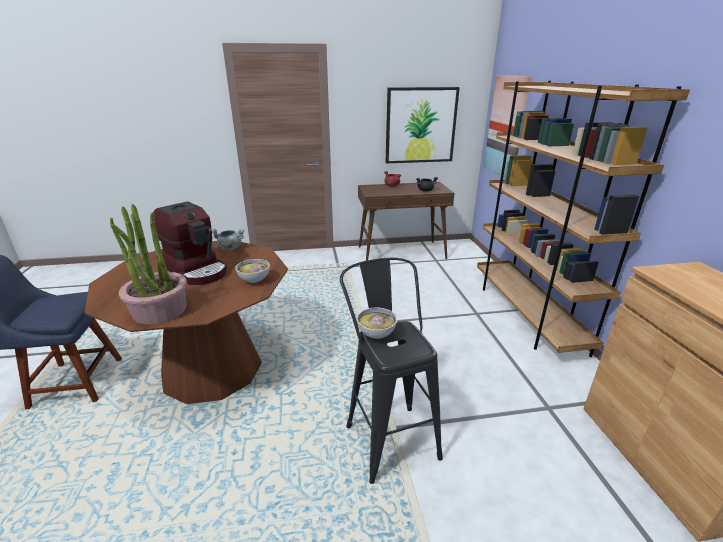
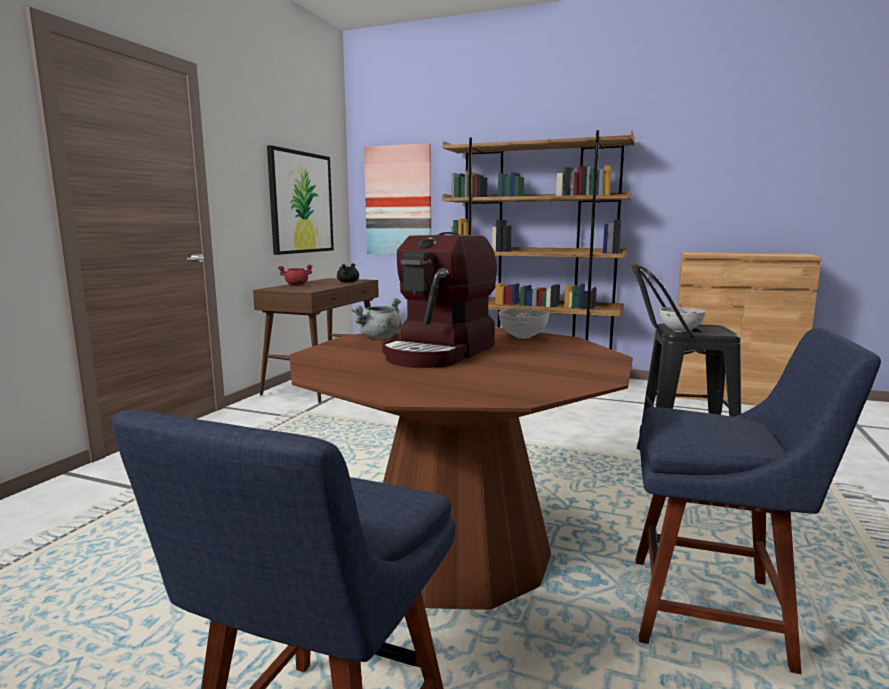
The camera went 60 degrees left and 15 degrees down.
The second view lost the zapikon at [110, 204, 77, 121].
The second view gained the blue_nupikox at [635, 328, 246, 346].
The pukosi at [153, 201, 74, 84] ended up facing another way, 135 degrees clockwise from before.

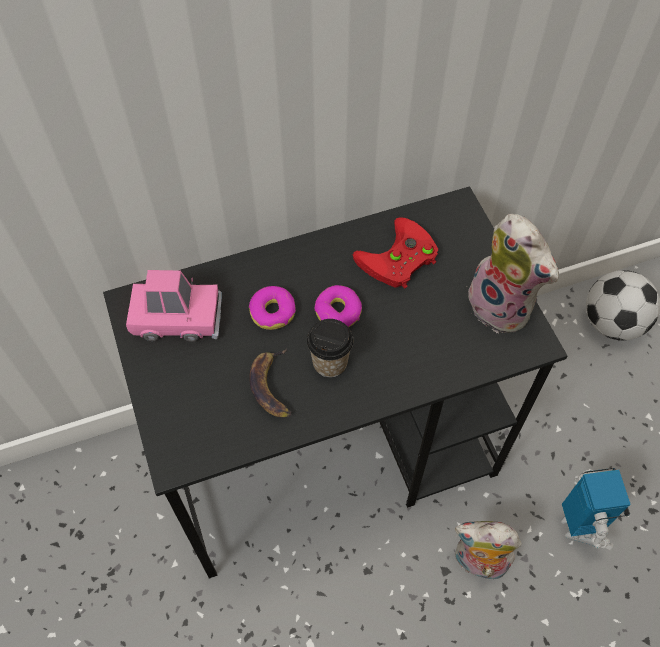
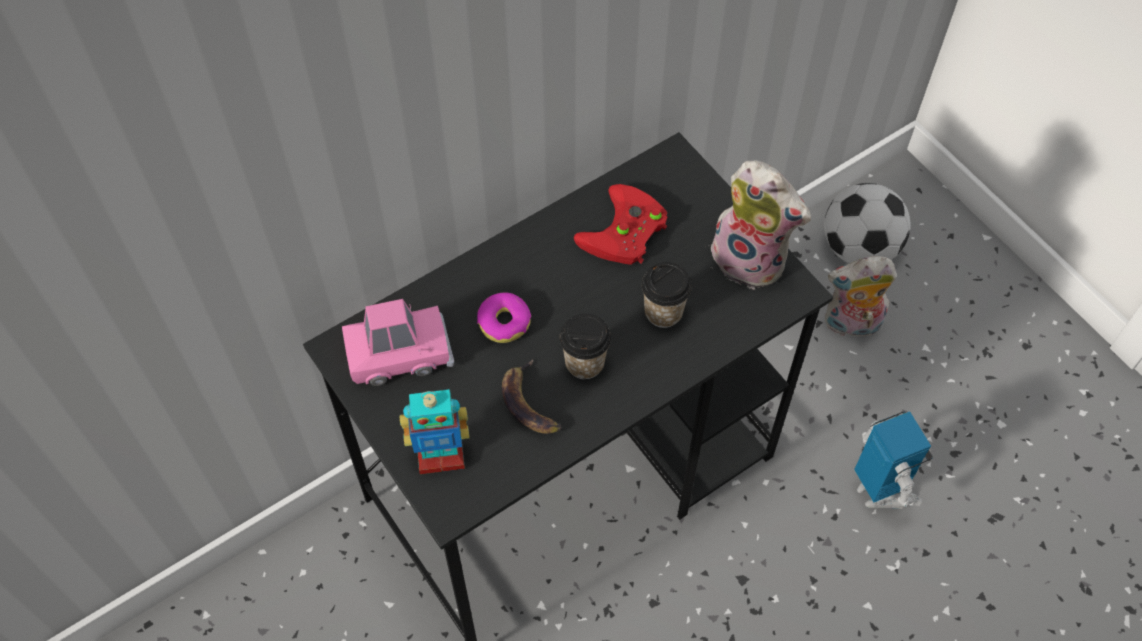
The camera went 15 degrees left and 0 degrees up.
The second view lost the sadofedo at [314, 285, 48, 42].
The second view gained the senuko at [400, 389, 69, 85].
The second view gained the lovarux at [642, 262, 50, 66].
The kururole ended up elsewhere, having gone from [455, 521, 66, 59] to [825, 256, 72, 82].

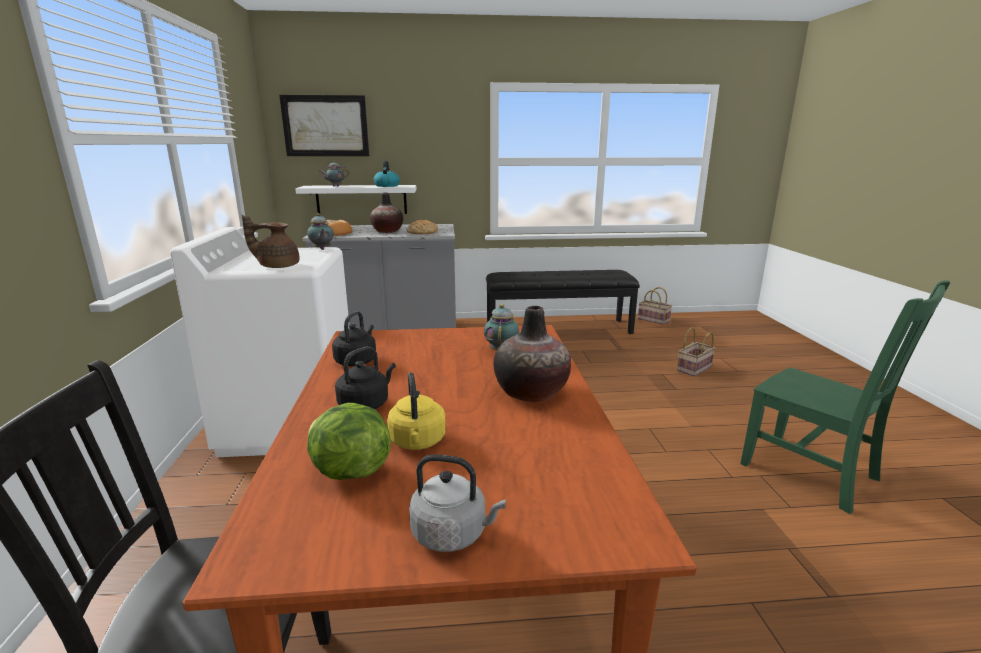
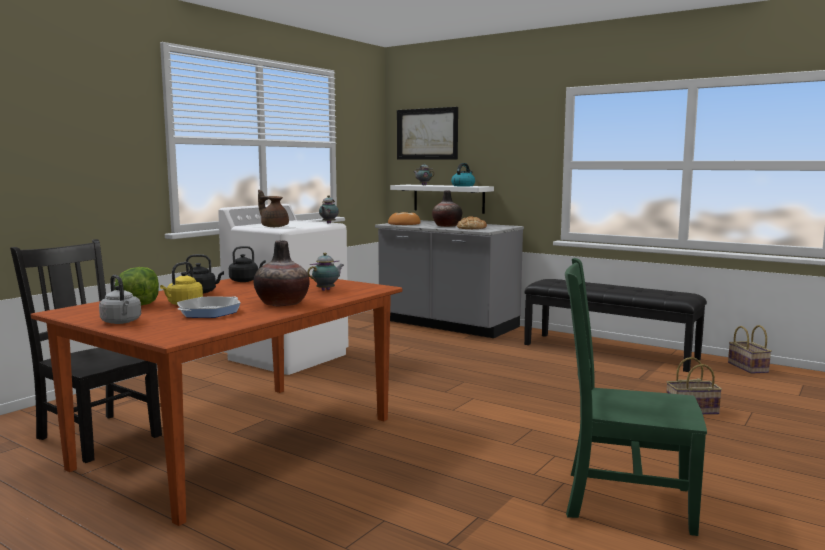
The camera went 40 degrees right and 10 degrees down.
The second view gained the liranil at [177, 297, 64, 21].
The green_nupikox at [740, 280, 210, 234] ended up facing another way, 105 degrees clockwise from before.

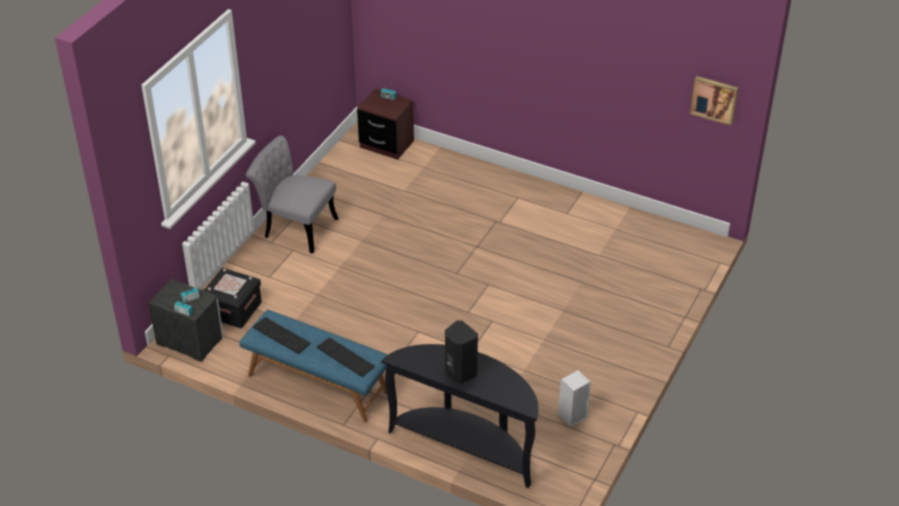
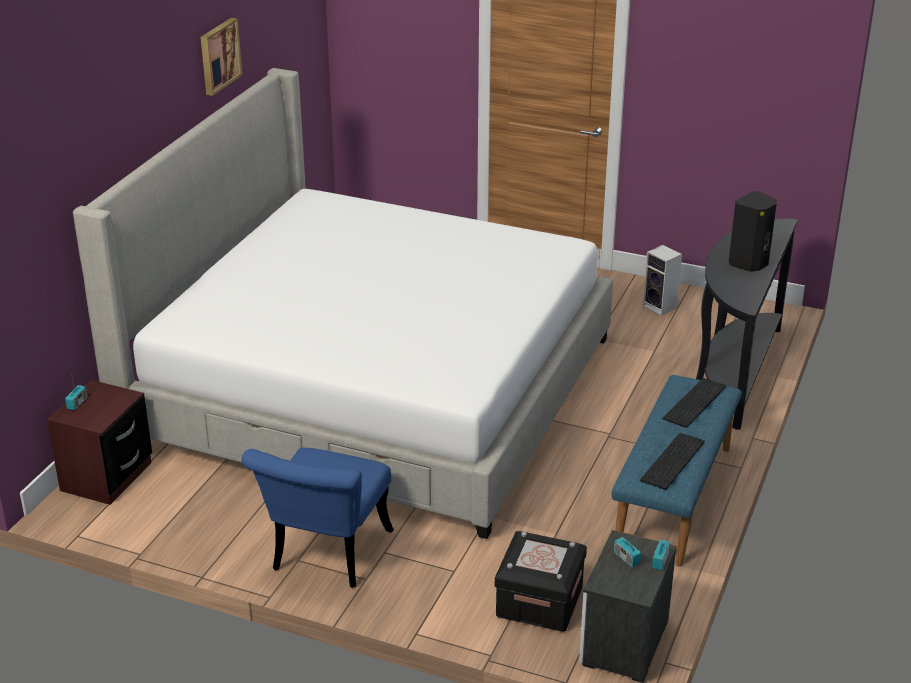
The camera went 95 degrees left and 10 degrees down.
The second view gained the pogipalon at [73, 68, 540, 471].
The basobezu ended up elsewhere, having gone from [690, 76, 48, 50] to [201, 18, 41, 78].
What was the grey_nupikox at [246, 136, 93, 118] turned into the blue_nupikox at [242, 448, 152, 140].

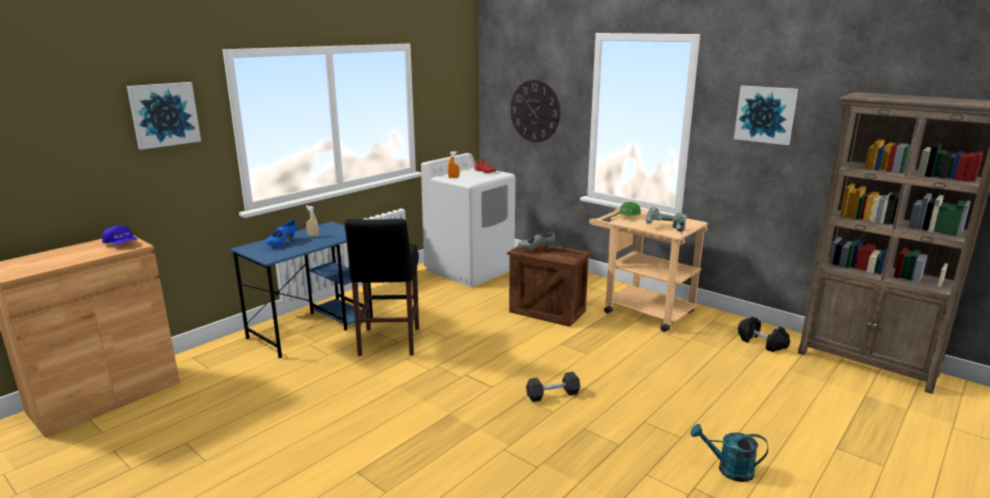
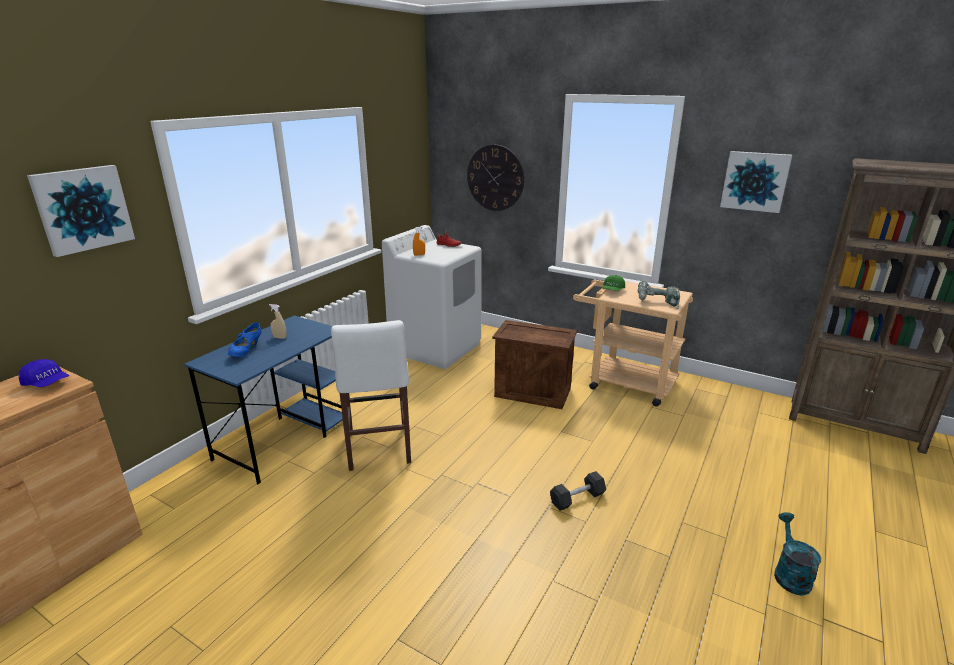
The camera went 10 degrees left and 5 degrees up.
The second view lost the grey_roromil at [518, 232, 37, 19].
The second view lost the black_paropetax at [738, 317, 52, 35].
What was the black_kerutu at [344, 219, 75, 137] turned into the white_kerutu at [331, 320, 80, 151].
The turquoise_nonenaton at [690, 424, 78, 58] ended up facing another way, 90 degrees clockwise from before.

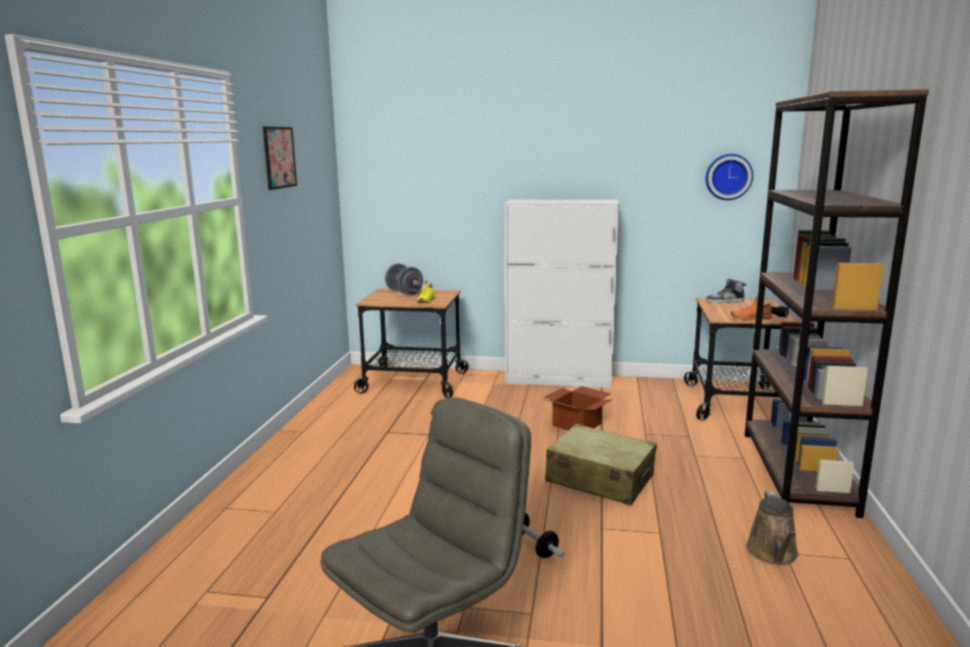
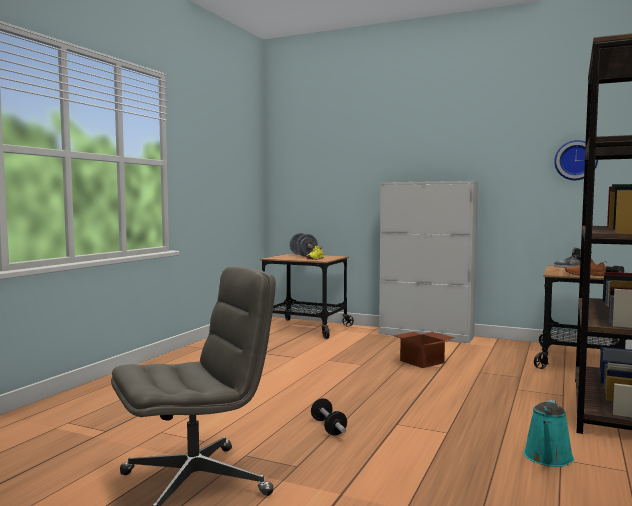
The camera went 15 degrees right and 10 degrees down.
The second view lost the basobezu at [263, 127, 34, 63].
The second view lost the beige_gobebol at [545, 424, 112, 81].
What was the brown_nonenaton at [746, 491, 53, 74] turned into the turquoise_nonenaton at [523, 400, 51, 67].

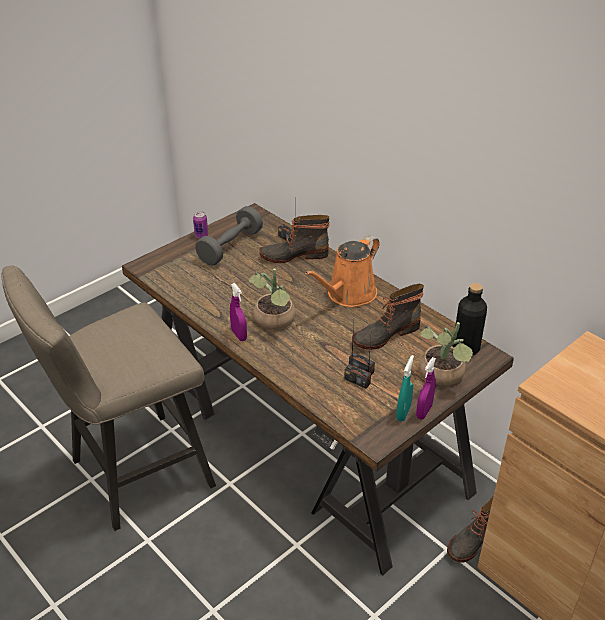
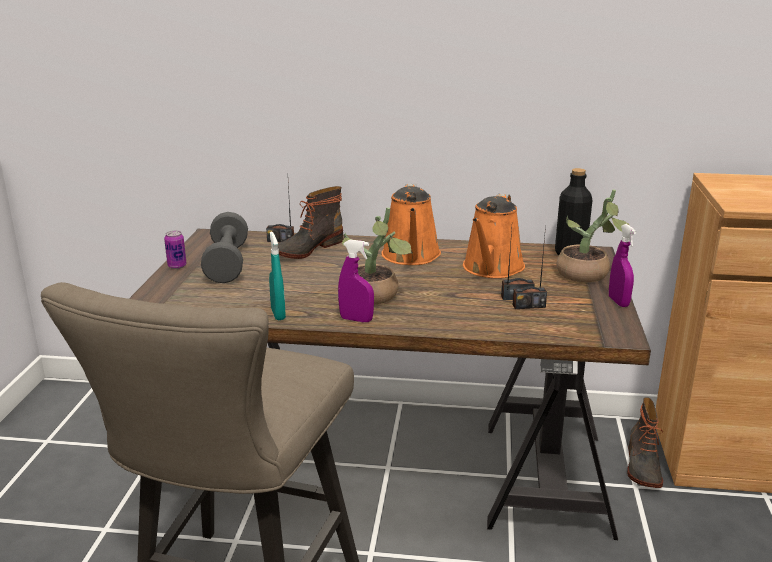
The camera went 40 degrees left and 15 degrees down.
The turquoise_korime ended up elsewhere, having gone from [396, 355, 18, 67] to [269, 232, 17, 89].
Where the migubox stood at [352, 284, 72, 66], the orange_nonenaton came to stand at [463, 194, 62, 84].

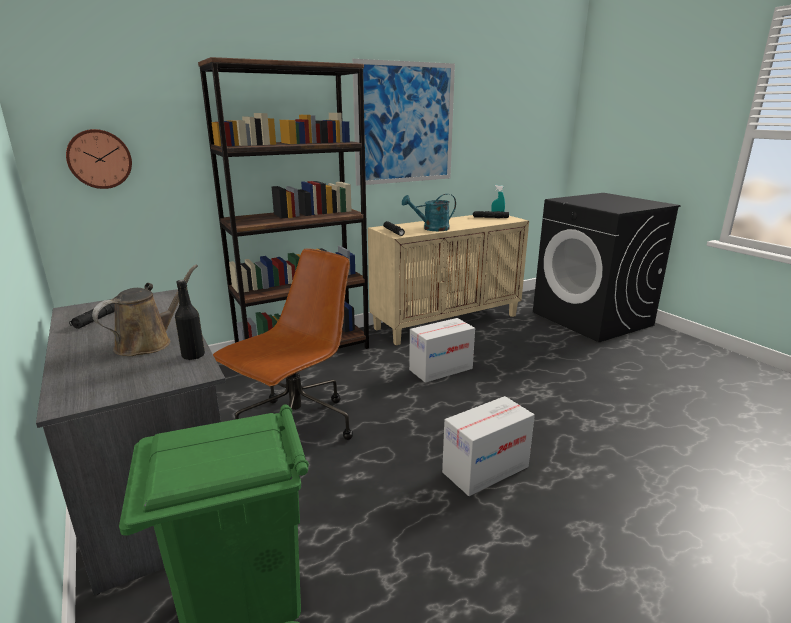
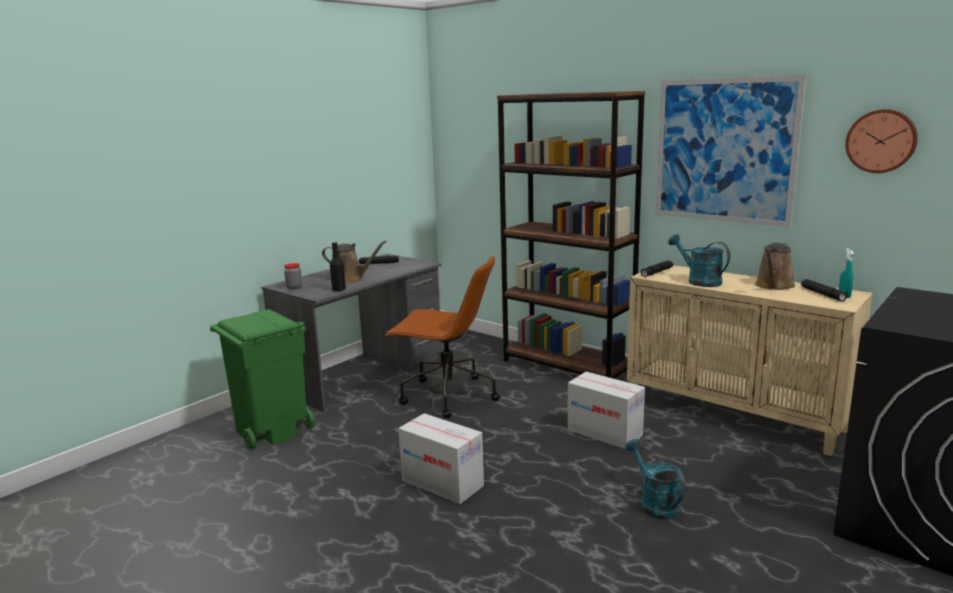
The camera went 70 degrees right and 5 degrees down.
The second view gained the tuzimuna at [284, 263, 18, 26].
The second view gained the turquoise_nonenaton at [625, 439, 61, 81].
The second view gained the brown_nonenaton at [755, 243, 40, 47].
The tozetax ended up elsewhere, having gone from [66, 129, 66, 60] to [845, 109, 73, 64].

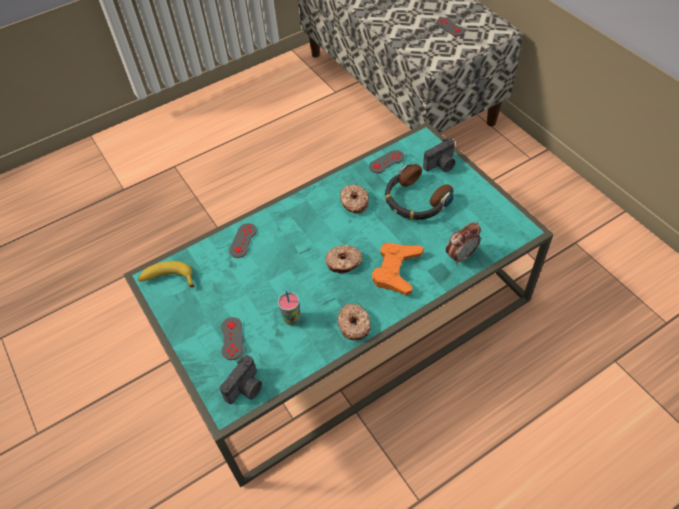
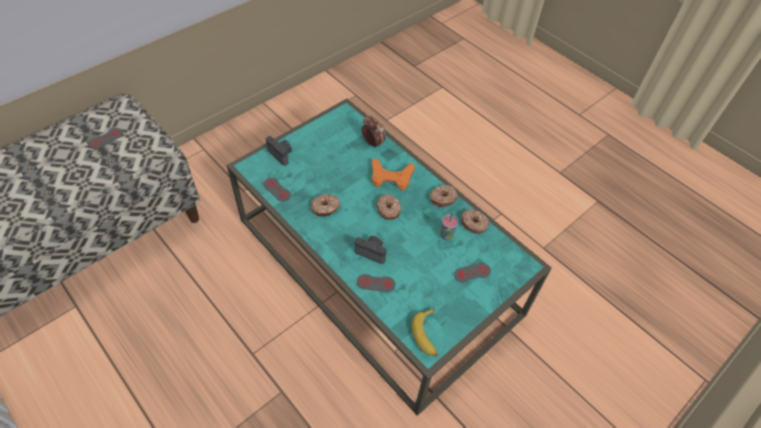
The camera went 105 degrees left and 0 degrees up.
The second view lost the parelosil at [385, 164, 68, 56].
The second view gained the sadofedo at [461, 209, 29, 25].
The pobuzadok ended up elsewhere, having gone from [220, 355, 42, 49] to [355, 236, 31, 28].

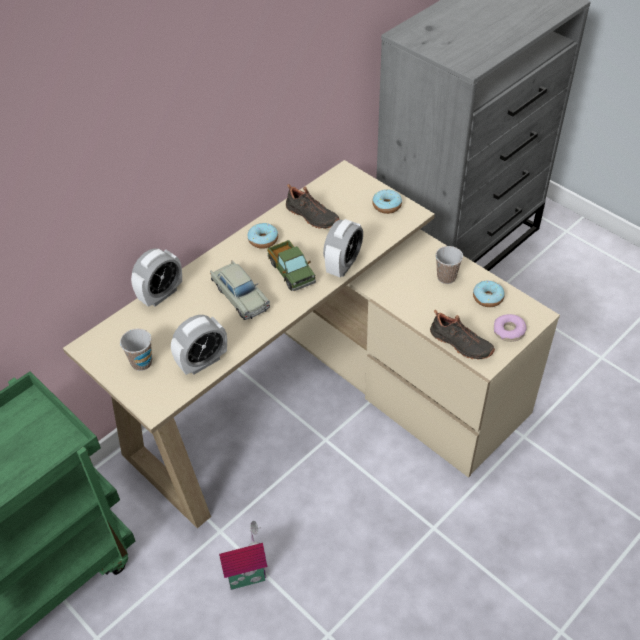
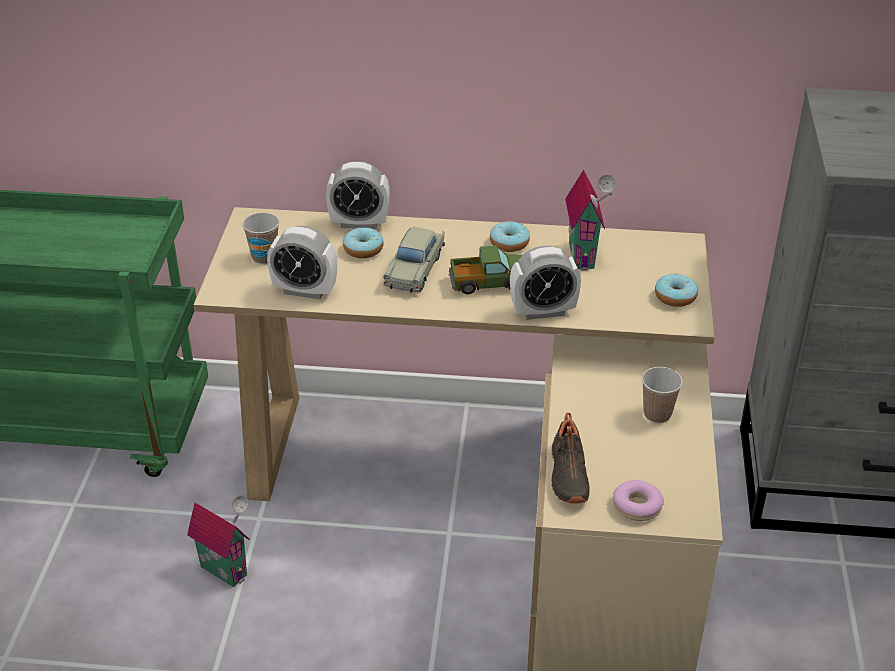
The camera went 50 degrees right and 10 degrees down.
The sadofedo ended up elsewhere, having gone from [473, 281, 32, 26] to [343, 228, 41, 30].
Where the black_roromil stood at [286, 182, 54, 47], the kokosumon came to stand at [565, 170, 51, 100].
The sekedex at [267, 240, 49, 51] ended up facing another way, 120 degrees counterclockwise from before.

